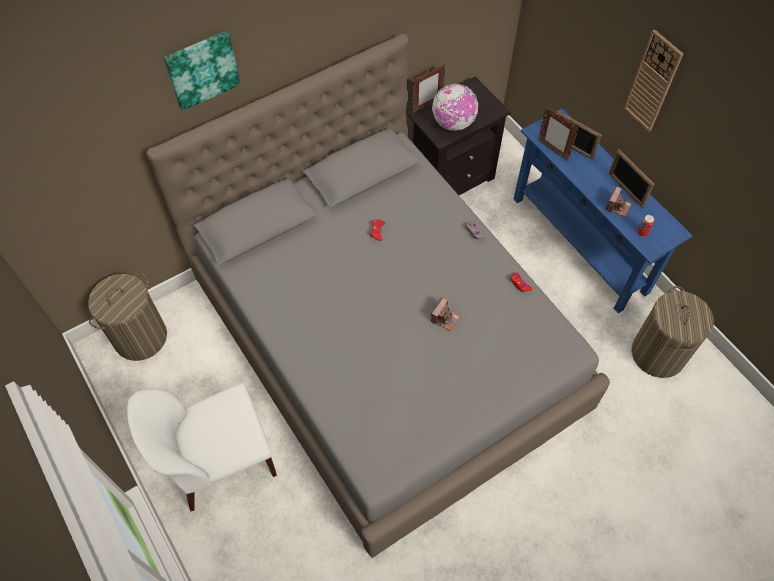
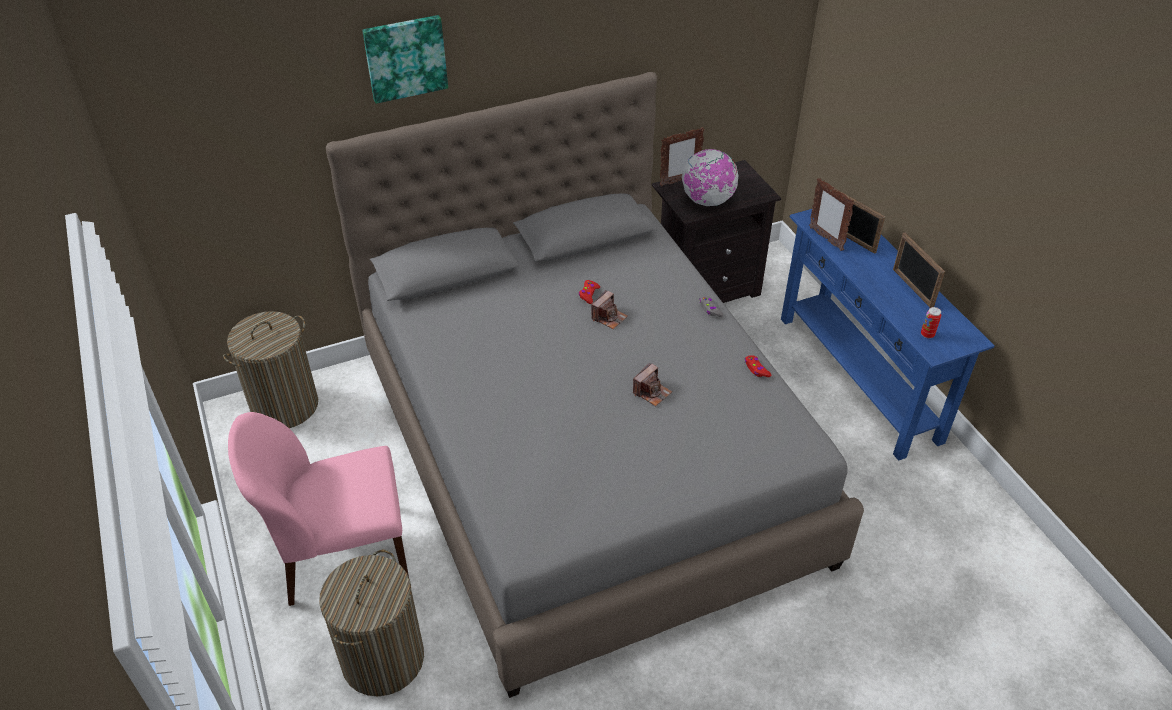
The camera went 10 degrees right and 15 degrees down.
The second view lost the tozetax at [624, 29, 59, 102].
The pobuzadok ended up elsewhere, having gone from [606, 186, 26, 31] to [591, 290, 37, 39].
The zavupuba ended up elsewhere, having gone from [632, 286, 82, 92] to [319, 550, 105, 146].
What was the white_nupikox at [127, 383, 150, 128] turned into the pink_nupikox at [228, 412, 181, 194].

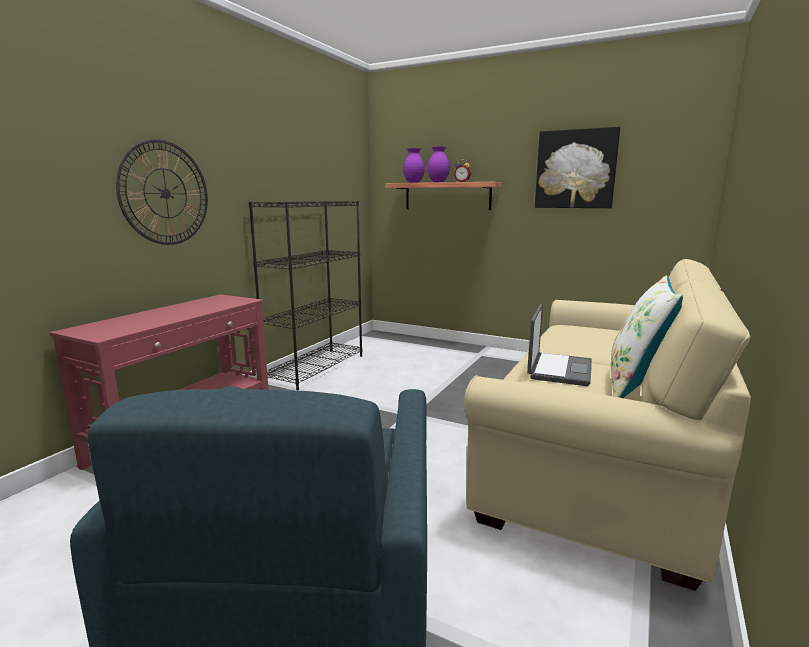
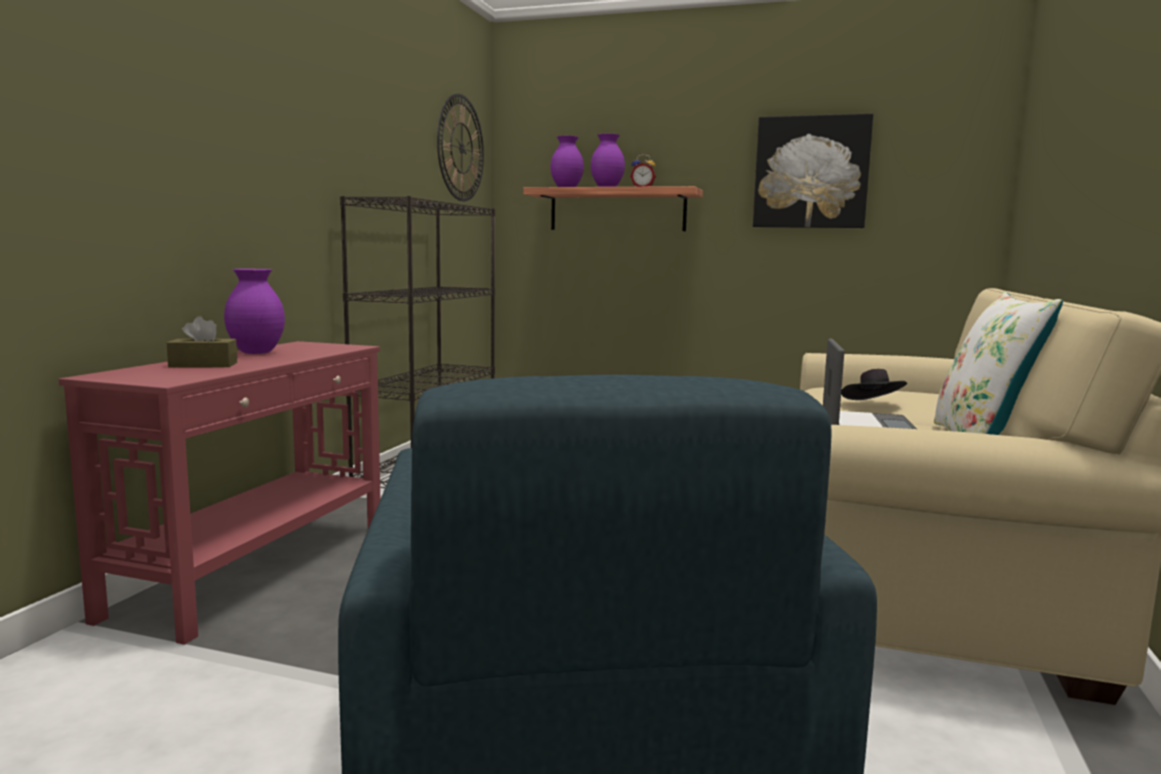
The camera went 10 degrees left and 5 degrees down.
The second view gained the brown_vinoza at [167, 316, 70, 52].
The second view gained the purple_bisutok at [224, 269, 61, 85].
The second view gained the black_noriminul at [841, 369, 66, 31].
The tozetax ended up elsewhere, having gone from [116, 139, 92, 106] to [437, 94, 47, 107].

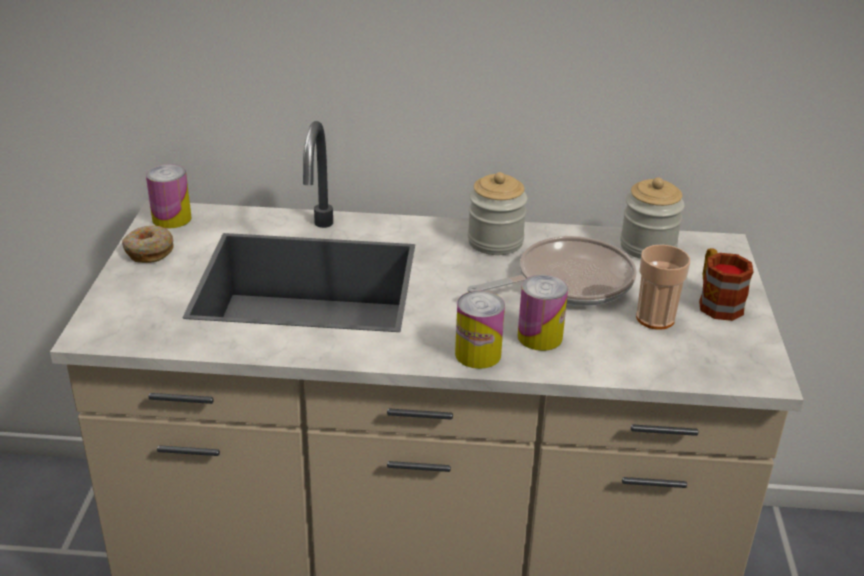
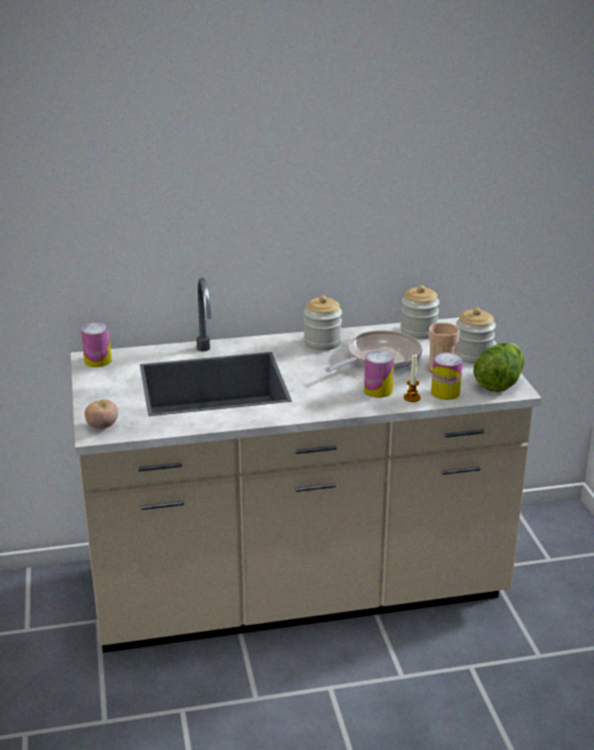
The camera went 15 degrees left and 5 degrees down.
The second view lost the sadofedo at [122, 226, 52, 37].
The second view gained the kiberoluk at [84, 400, 34, 29].
The second view gained the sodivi at [404, 354, 17, 48].
The second view gained the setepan at [474, 343, 50, 49].
The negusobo ended up elsewhere, having gone from [455, 291, 50, 78] to [431, 353, 32, 47].
Where the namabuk stood at [699, 248, 55, 73], the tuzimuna came to stand at [456, 308, 40, 56].

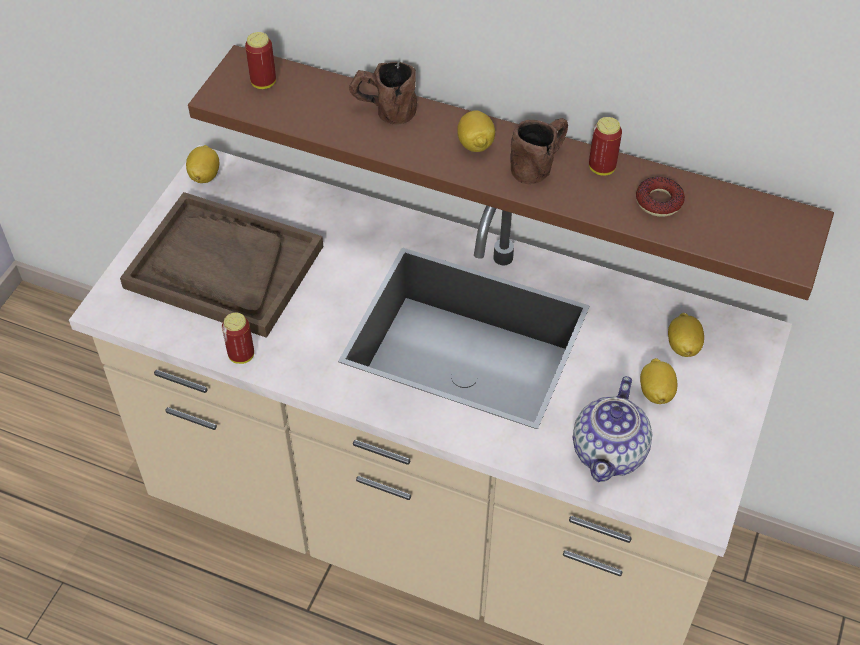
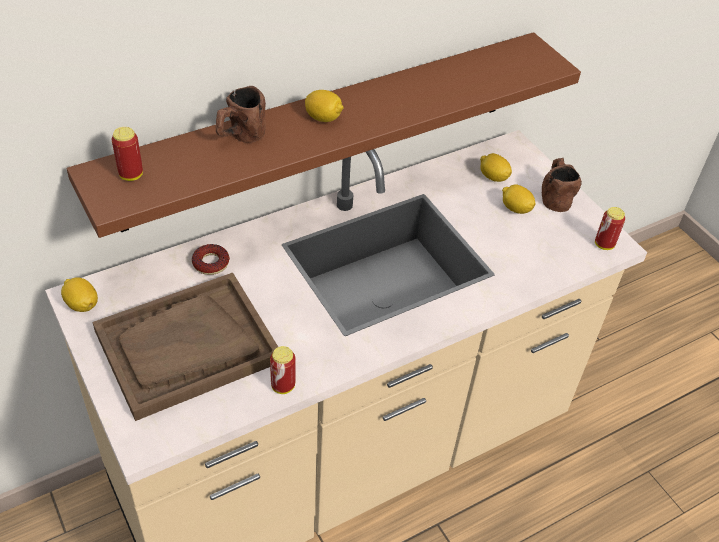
The camera went 55 degrees left and 5 degrees down.
The second view lost the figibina at [573, 376, 79, 106].
The brown_namabuk ended up elsewhere, having gone from [510, 118, 58, 66] to [542, 158, 40, 54].
The negusobo ended up elsewhere, having gone from [589, 117, 33, 59] to [595, 207, 30, 43].
The sadofedo ended up elsewhere, having gone from [636, 177, 49, 40] to [192, 244, 38, 31].

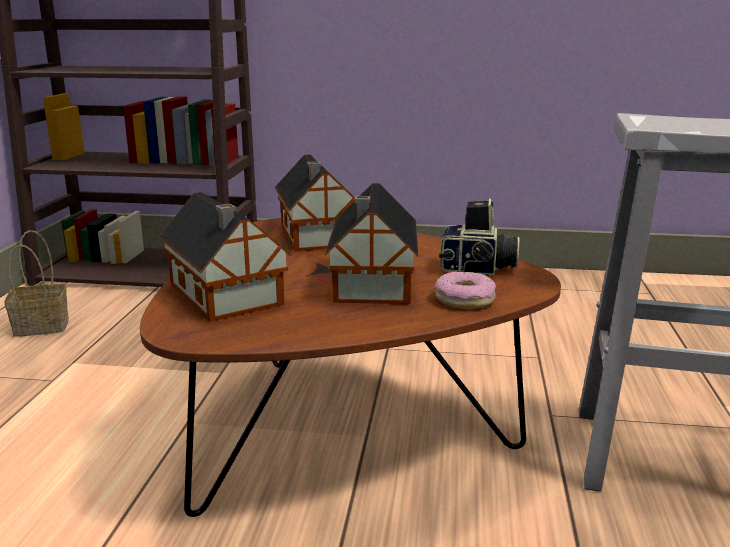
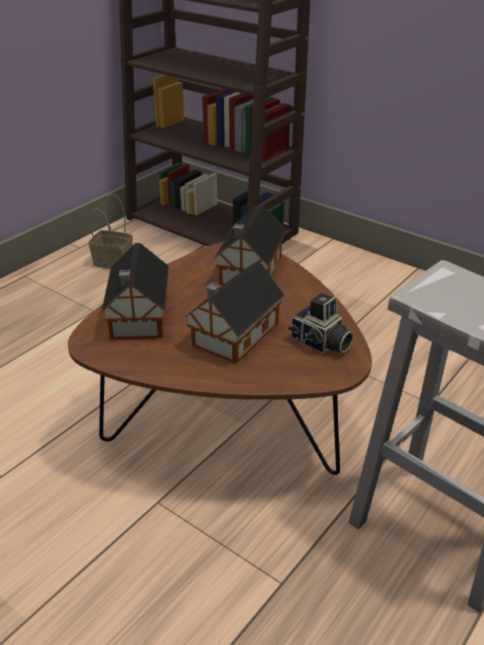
The camera went 30 degrees right and 15 degrees up.
The second view lost the sadofedo at [434, 272, 62, 37].

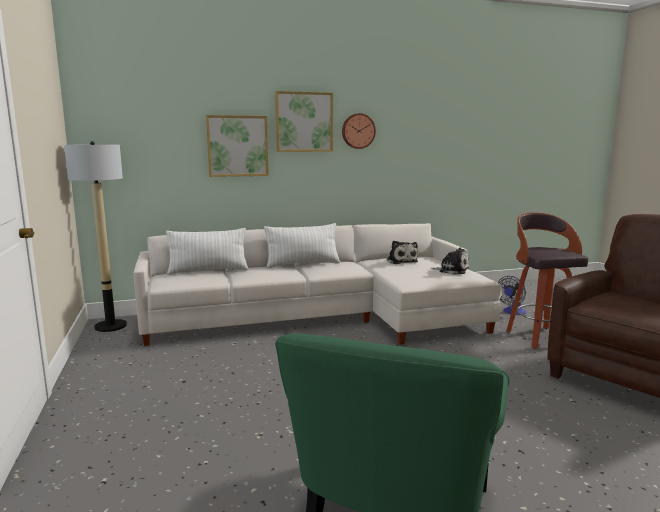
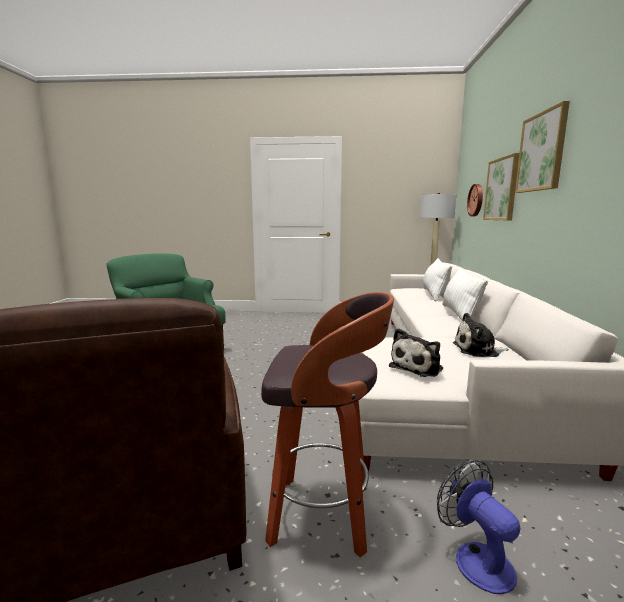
The camera went 110 degrees right and 0 degrees up.
The tozetax ended up elsewhere, having gone from [342, 113, 34, 36] to [467, 184, 16, 32].

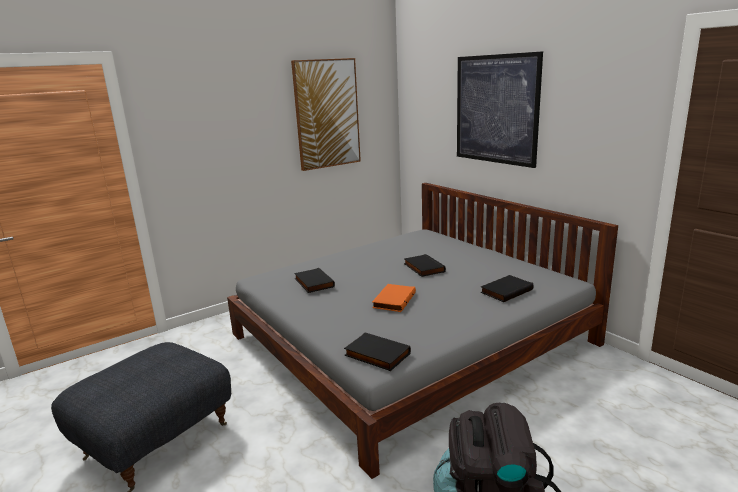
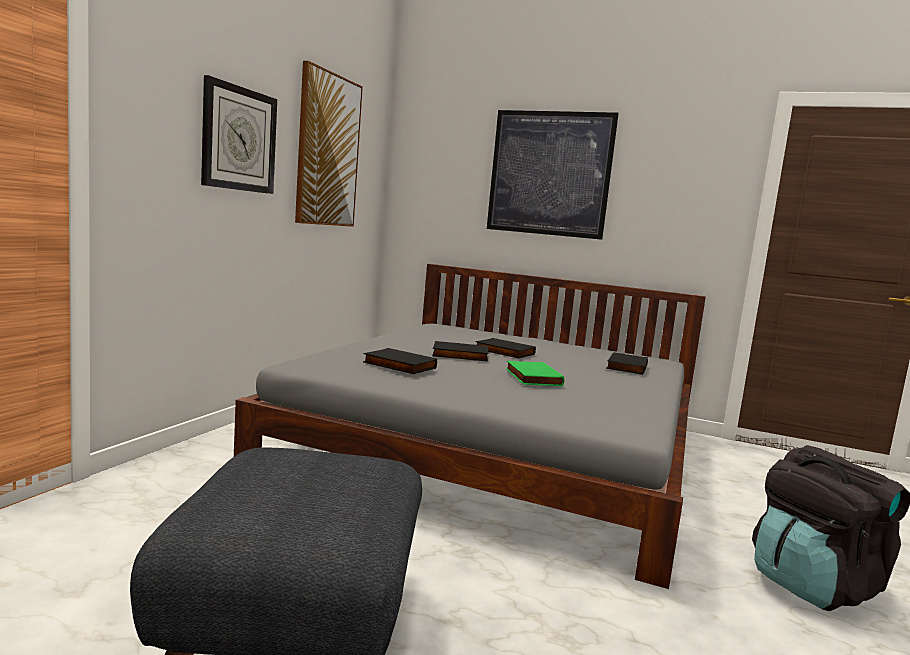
The camera went 35 degrees left and 10 degrees down.
The second view gained the tozetax at [201, 75, 76, 119].
The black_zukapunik ended up elsewhere, having gone from [344, 332, 67, 39] to [432, 341, 57, 20].
What was the orange_zukapunik at [372, 284, 44, 28] turned into the green_zukapunik at [506, 361, 59, 26].

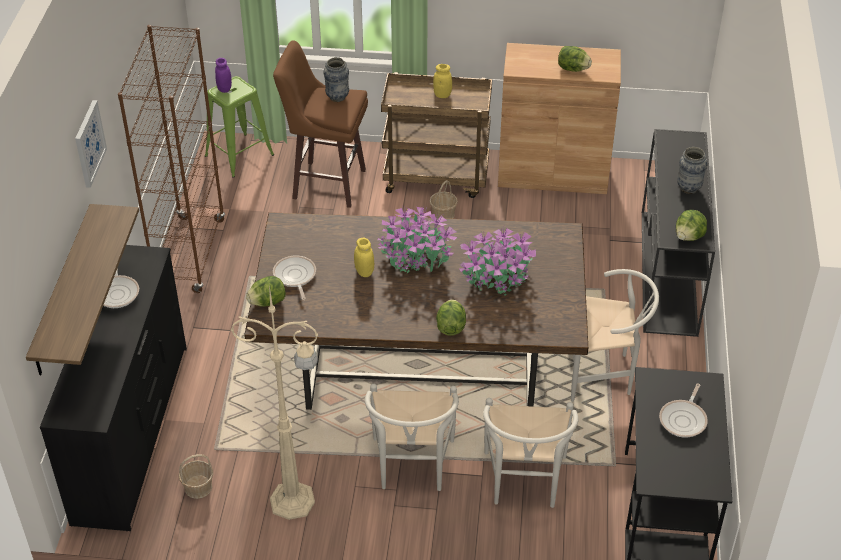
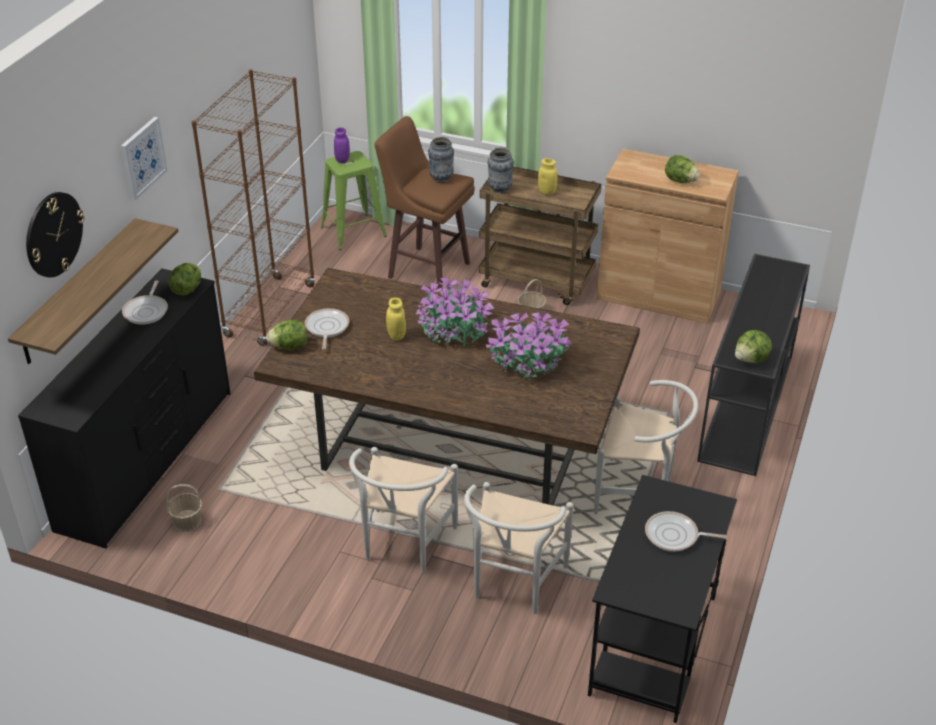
The camera went 15 degrees right and 5 degrees down.
The second view lost the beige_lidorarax at [231, 285, 87, 235].
The second view gained the tozetax at [26, 192, 58, 86].
The setepan ended up elsewhere, having gone from [436, 299, 30, 37] to [168, 263, 33, 32].
The bisutok ended up elsewhere, having gone from [677, 147, 30, 47] to [488, 147, 26, 47].
The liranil at [659, 384, 49, 54] ended up facing another way, 60 degrees clockwise from before.

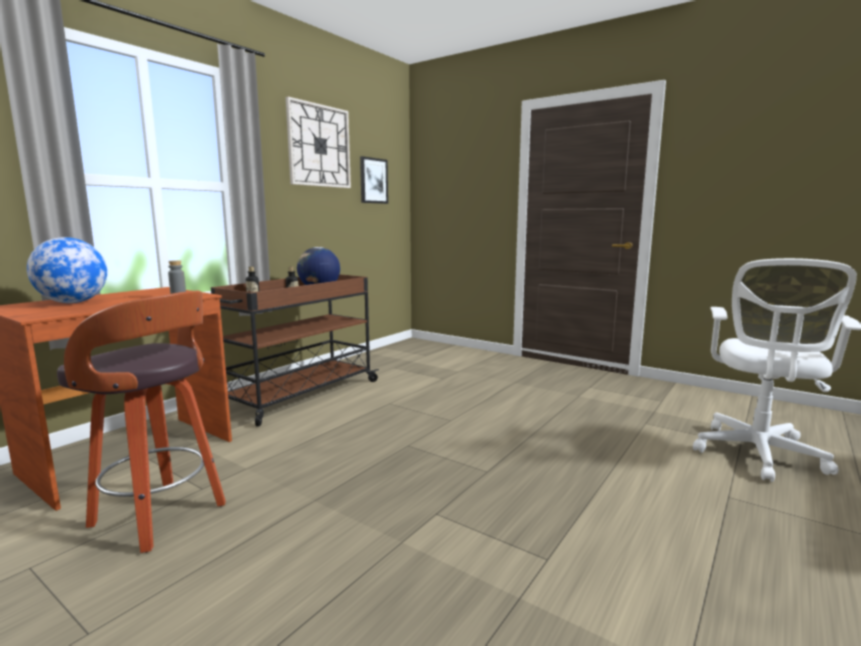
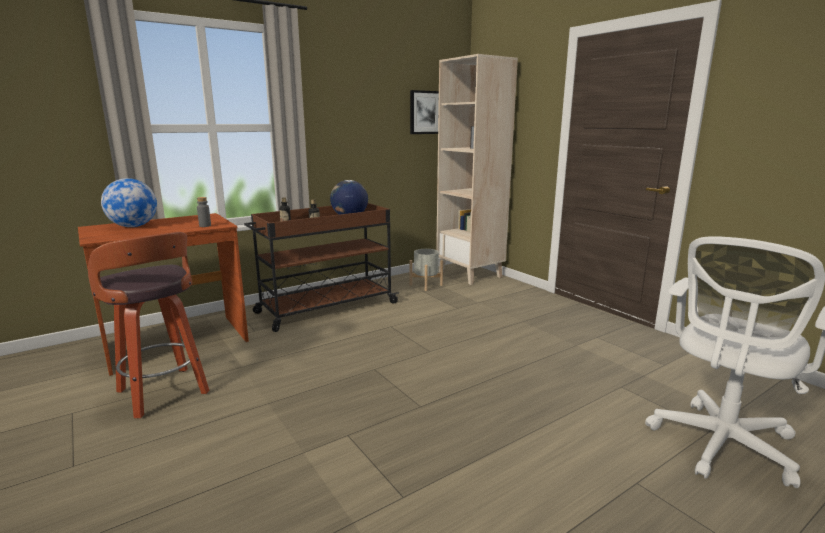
The camera went 20 degrees right and 5 degrees up.
The second view lost the tozetax at [286, 97, 65, 91].
The second view gained the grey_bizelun at [409, 249, 34, 42].
The second view gained the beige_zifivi at [436, 54, 82, 231].

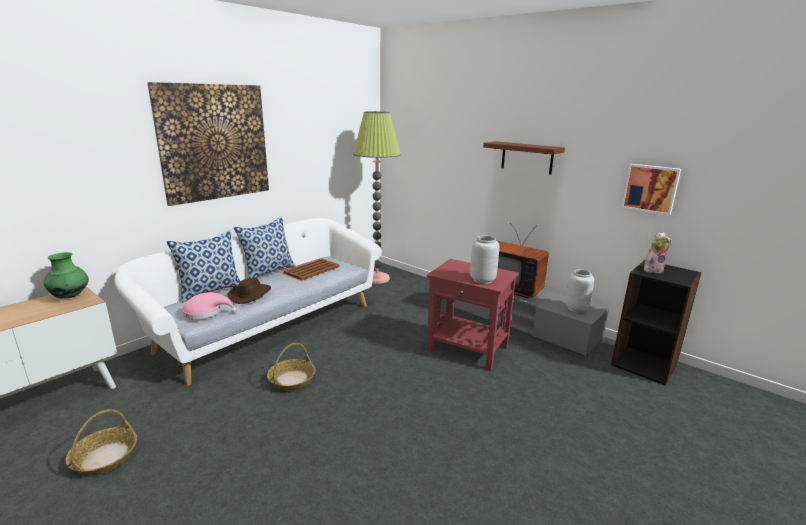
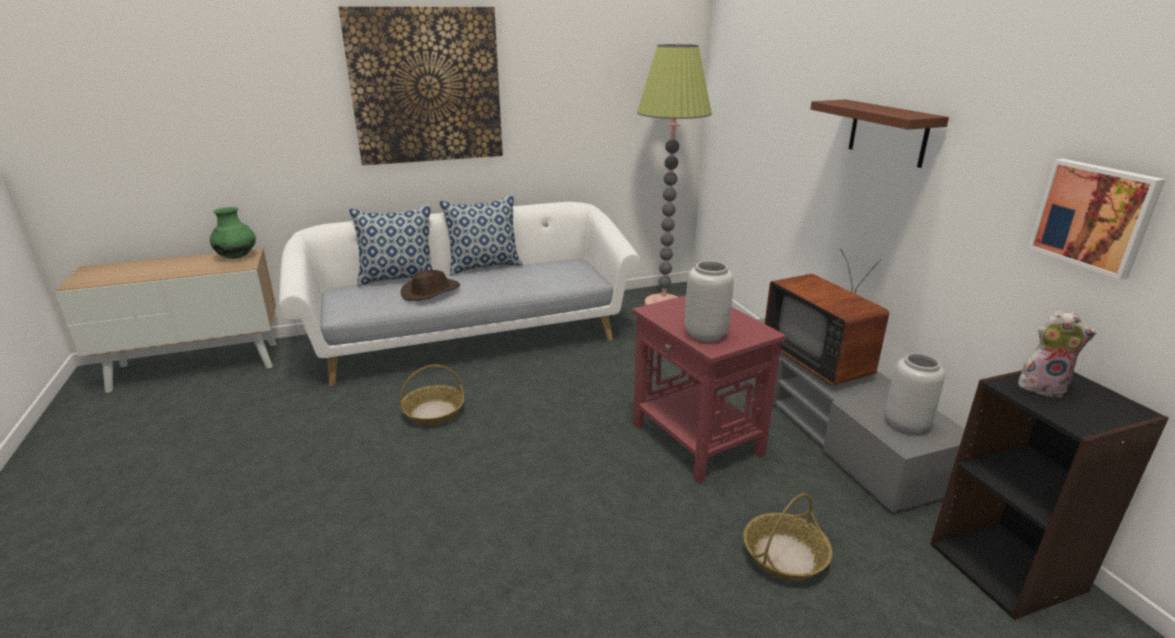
The camera went 30 degrees right and 5 degrees up.
The second view lost the pink_noriminul at [182, 292, 55, 28].
The second view lost the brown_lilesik at [284, 258, 55, 22].
The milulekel ended up elsewhere, having gone from [65, 409, 72, 66] to [743, 493, 89, 88].

